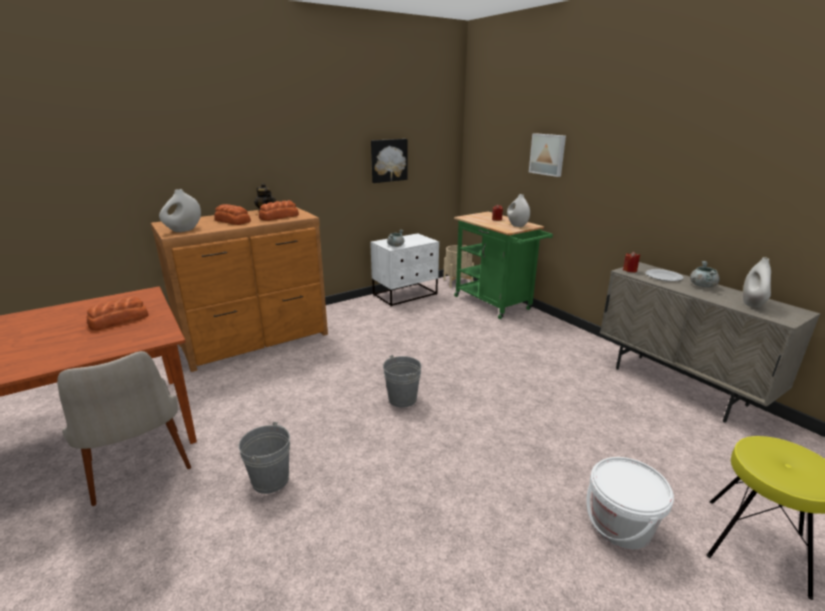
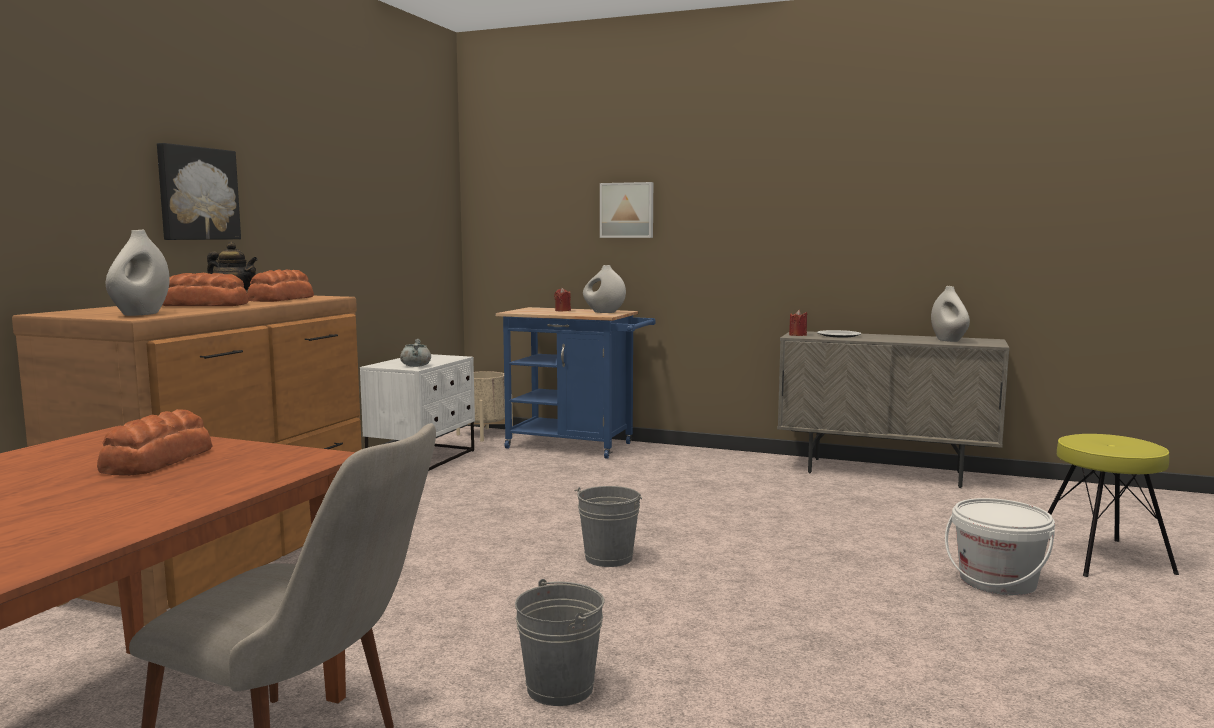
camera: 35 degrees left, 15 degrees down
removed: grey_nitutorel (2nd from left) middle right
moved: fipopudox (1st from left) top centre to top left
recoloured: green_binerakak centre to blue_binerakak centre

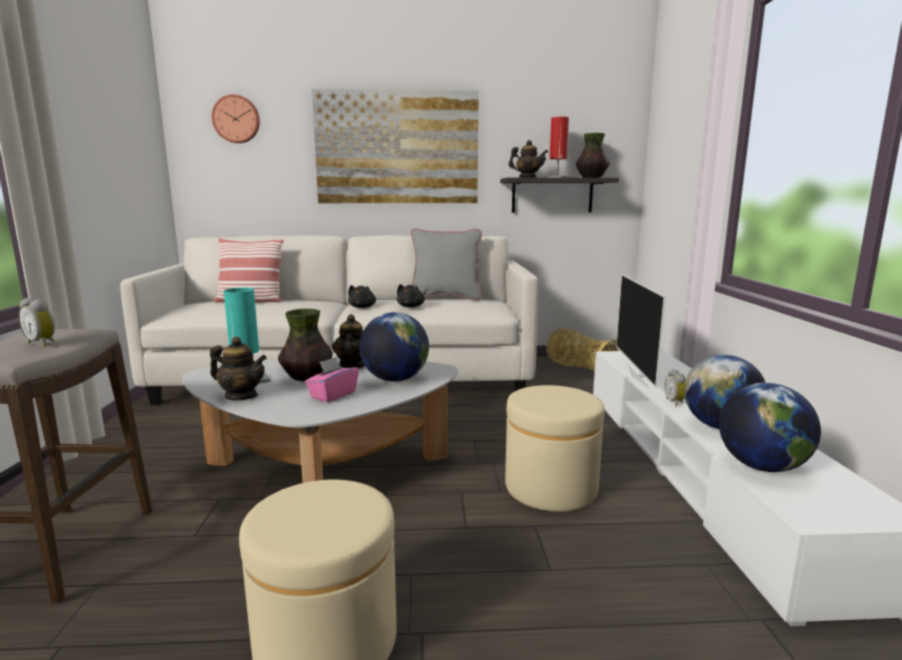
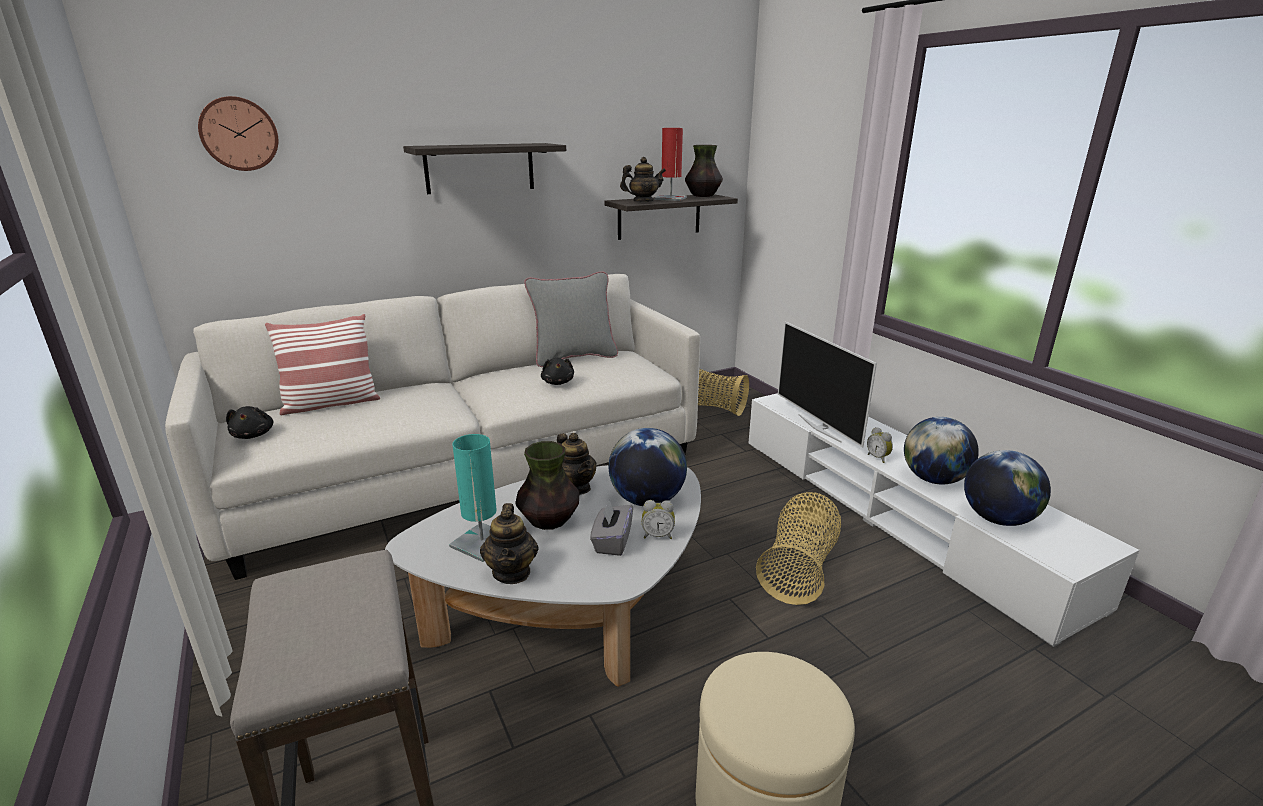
camera: 25 degrees left, 10 degrees up
moved: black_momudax (1st from left) centre to middle left; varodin (1st from left) middle left to centre
replaced: fipopudox top centre to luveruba (1st from left) top centre; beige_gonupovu (2nd from left) bottom centre to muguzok (2nd from left) bottom centre
recoloured: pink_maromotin centre to grey_maromotin centre
turned: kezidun (1st from left) middle left = bottom centre 90 degrees clockwise

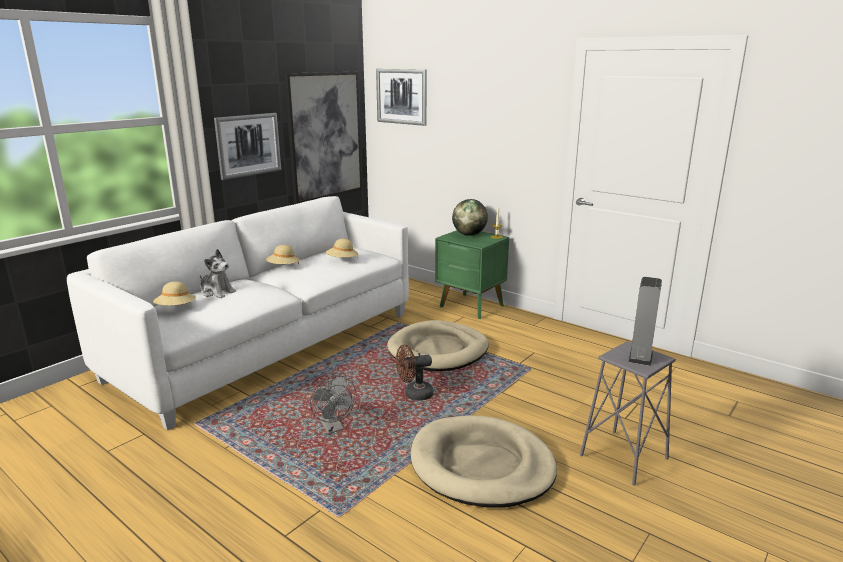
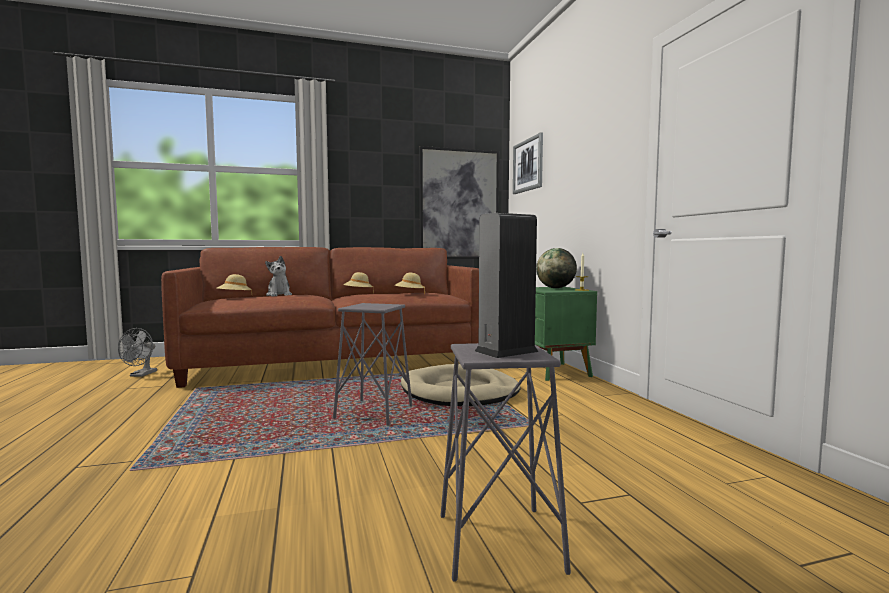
camera: 35 degrees right, 15 degrees down
removed: fipopudox (1st from left) top left; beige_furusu (2nd from left) bottom centre
moved: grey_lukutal bottom centre to middle left
replaced: brown_lukutal centre to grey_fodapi (1st from left) centre
recoloured: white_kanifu middle left to brown_kanifu centre

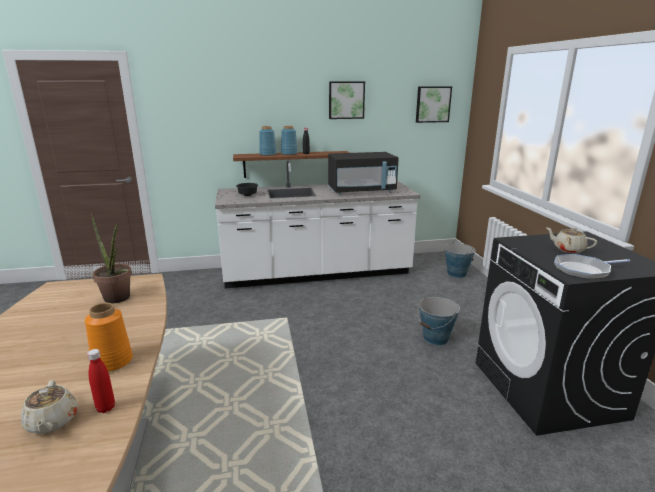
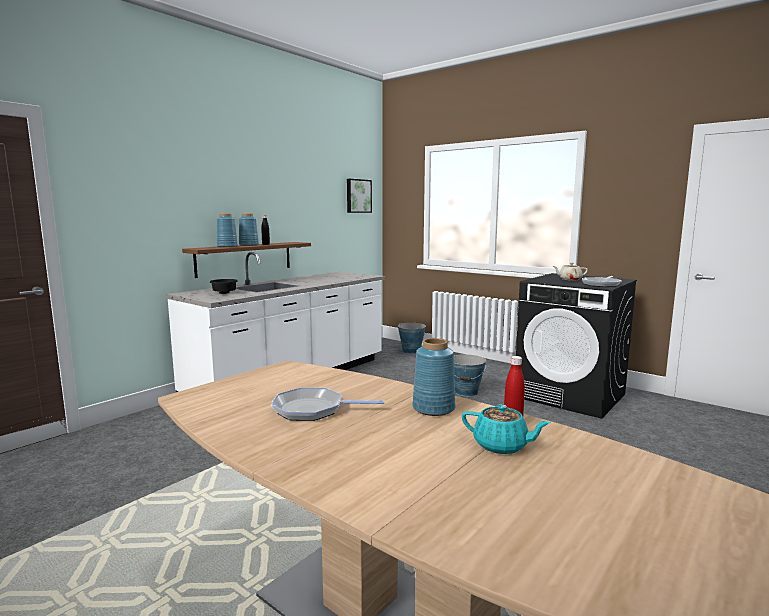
camera: 40 degrees left, 10 degrees down
removed: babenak middle left; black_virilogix centre; fipopudox (1st from left) top centre
added: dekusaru (1st from left) centre
recoloured: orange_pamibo bottom left to blue_pamibo (3rd from left) centre; beige_kezidun (1st from left) bottom left to turquoise_kezidun bottom centre

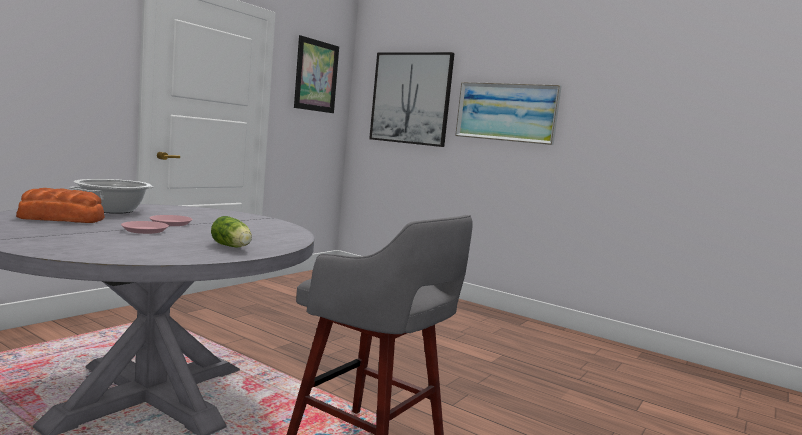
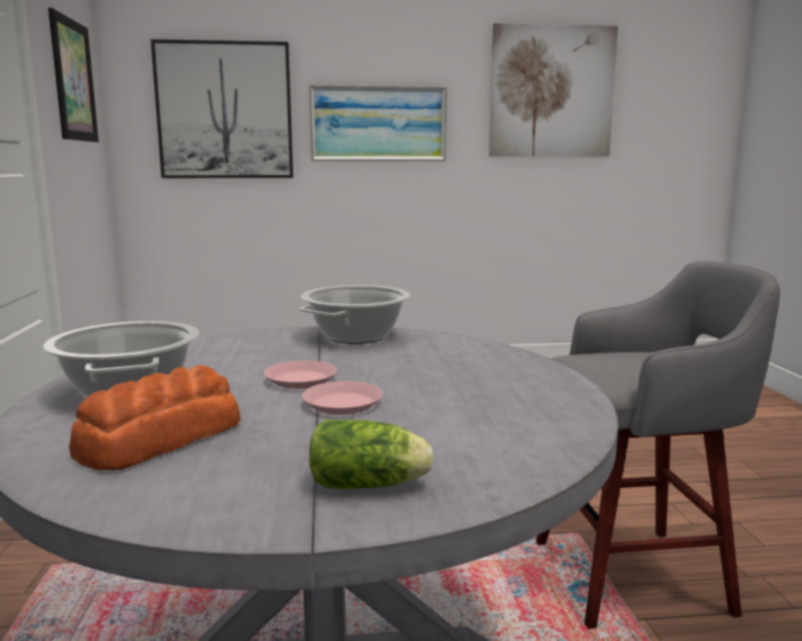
camera: 40 degrees left, 5 degrees up
added: nitutorel (2nd from left) centre; fipopudox (4th from left) top right
moved: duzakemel middle left to bottom centre

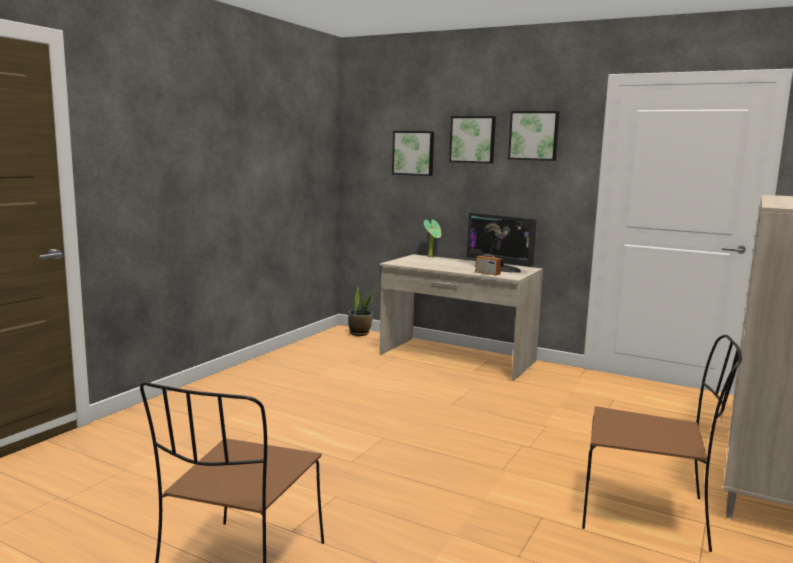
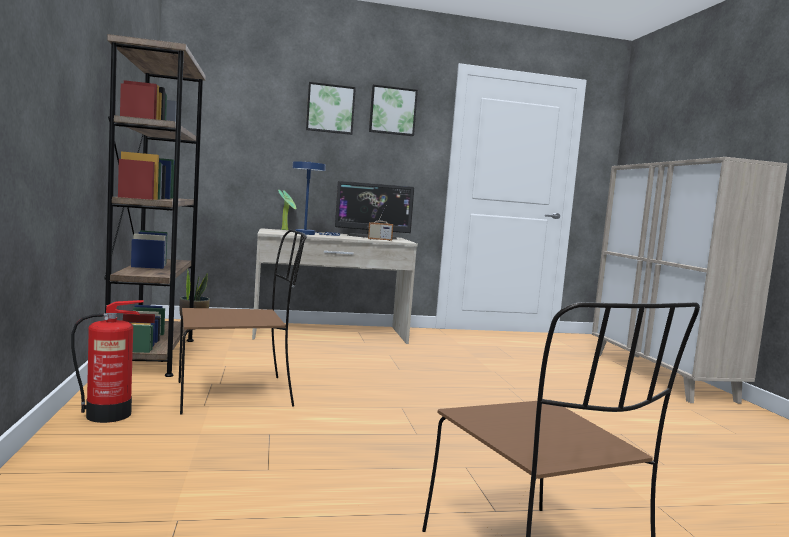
camera: 40 degrees left, 5 degrees down
removed: fipopudox (1st from left) top centre
added: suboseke bottom left; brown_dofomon middle left; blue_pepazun centre
moved: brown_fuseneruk (2nd from left in the first image) bottom right to brown_fuseneruk (1st from left) middle left

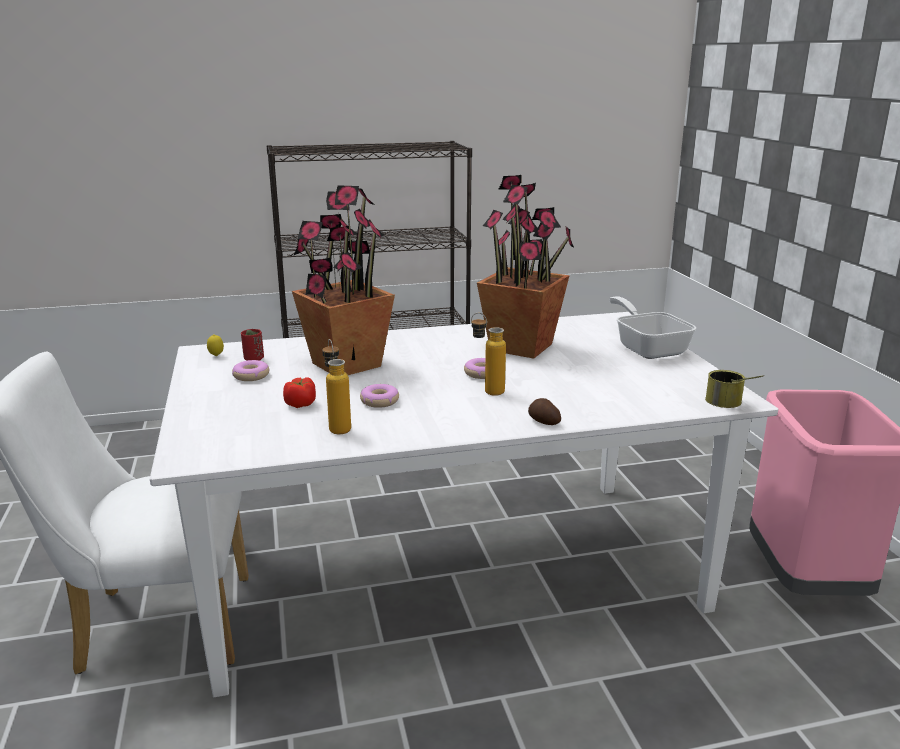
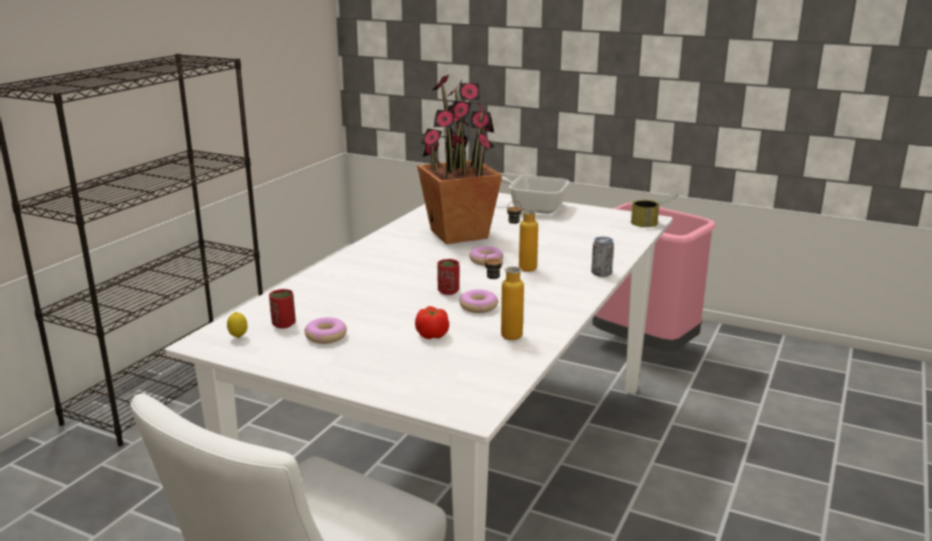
camera: 50 degrees left, 0 degrees up
removed: babenak (1st from left) centre
added: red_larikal (2nd from left) centre
replaced: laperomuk centre to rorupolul (1st from left) centre

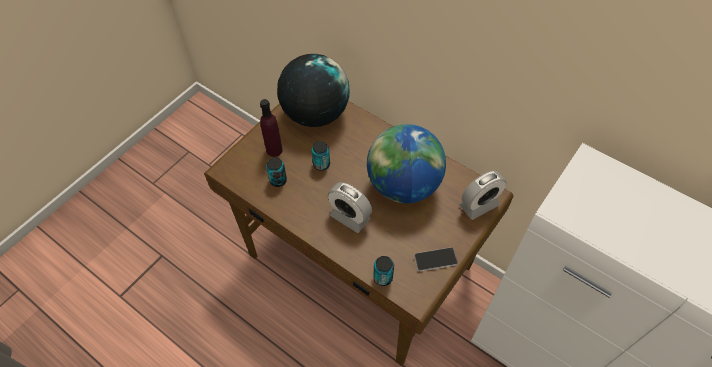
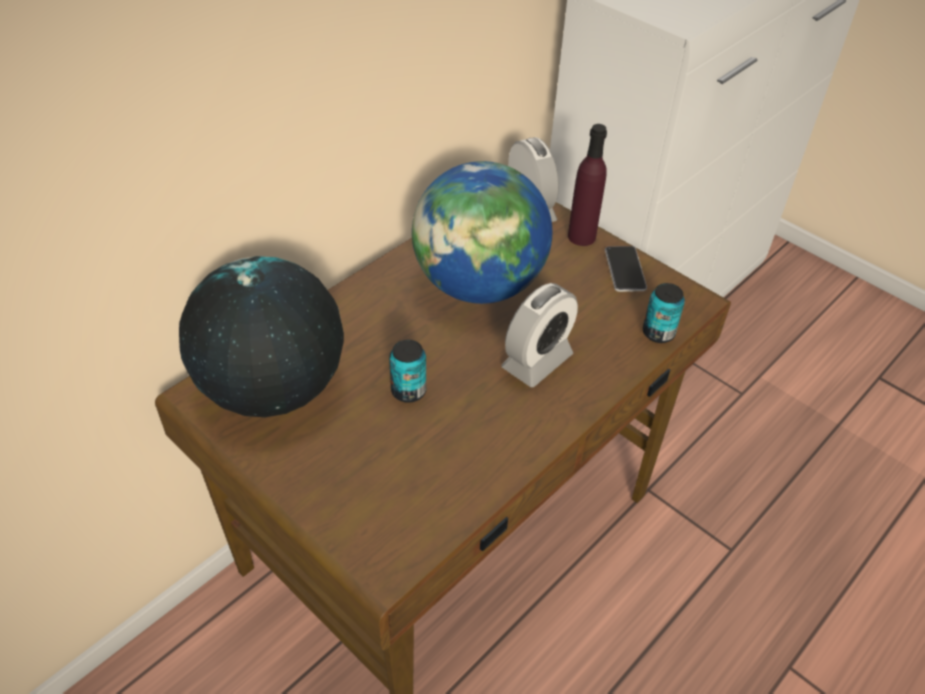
camera: 85 degrees left, 10 degrees down
removed: rorupolul (1st from left) centre
moved: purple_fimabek centre to top centre

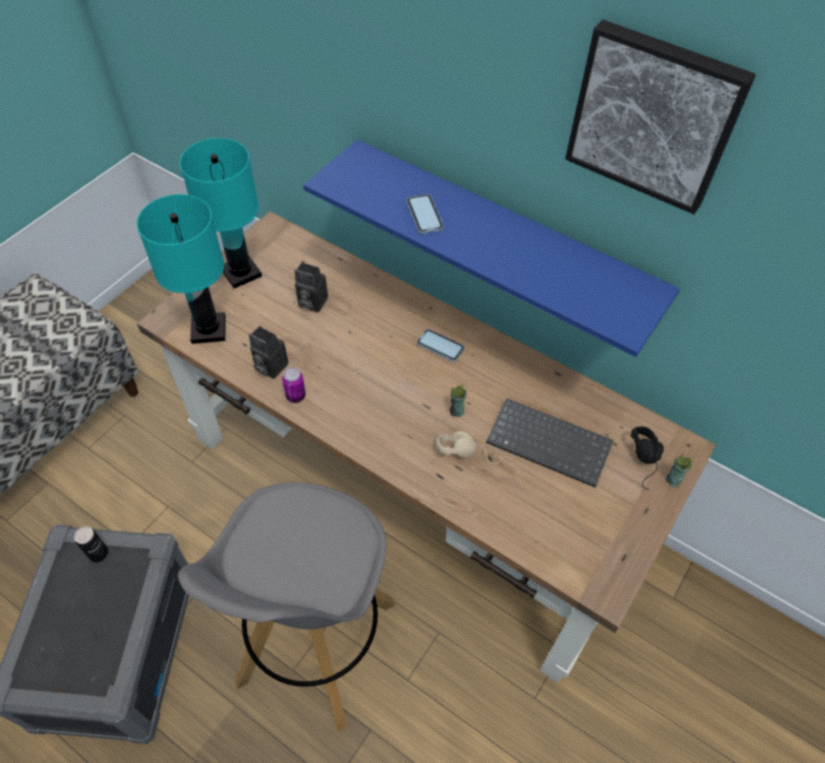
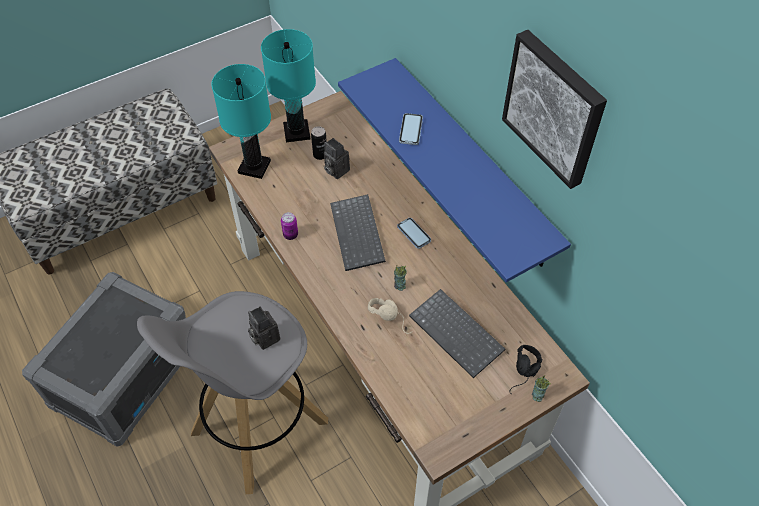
camera: 25 degrees right, 0 degrees up
added: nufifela (1st from left) centre
moved: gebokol (1st from left) middle left to centre; rorupolul (1st from left in the first image) bottom left to rorupolul (2nd from left) top centre

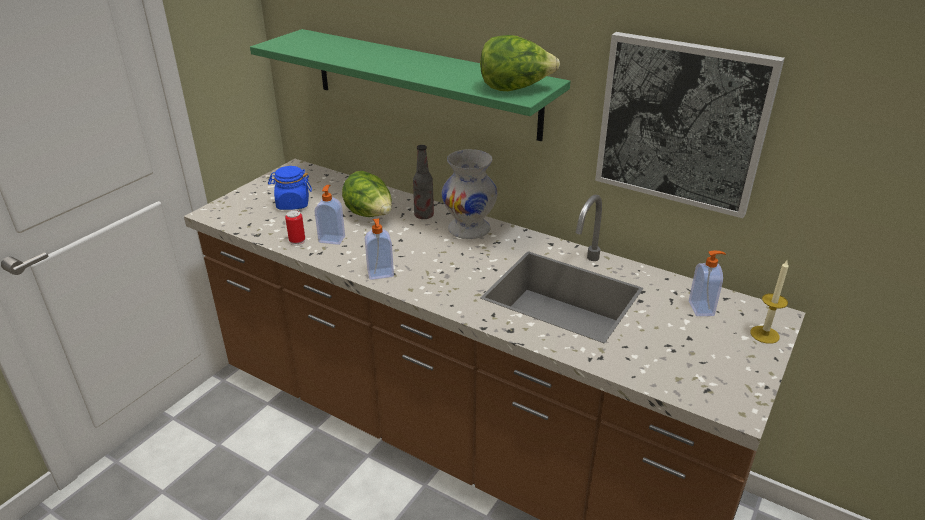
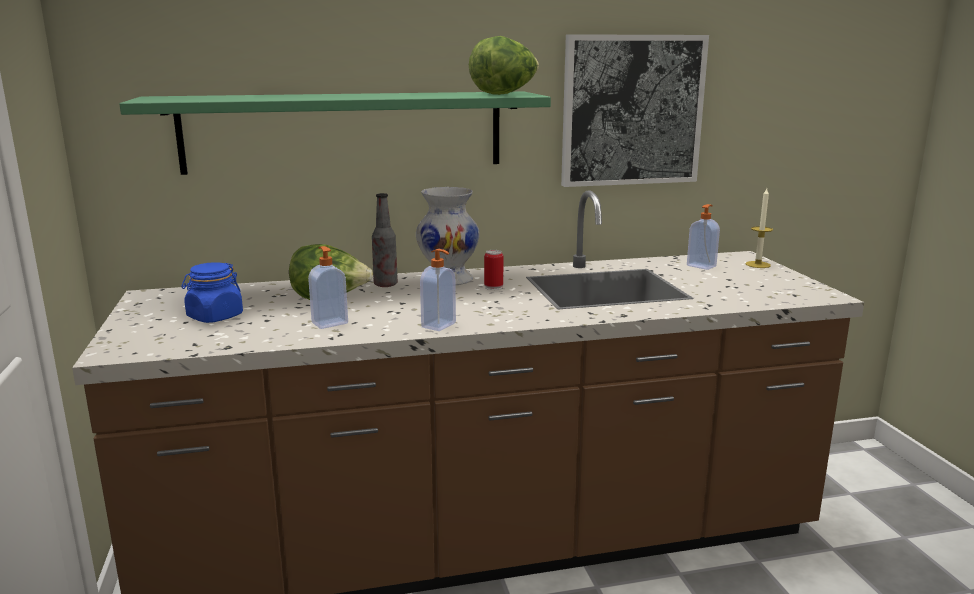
camera: 45 degrees left, 15 degrees down
moved: rorupolul middle left to centre

